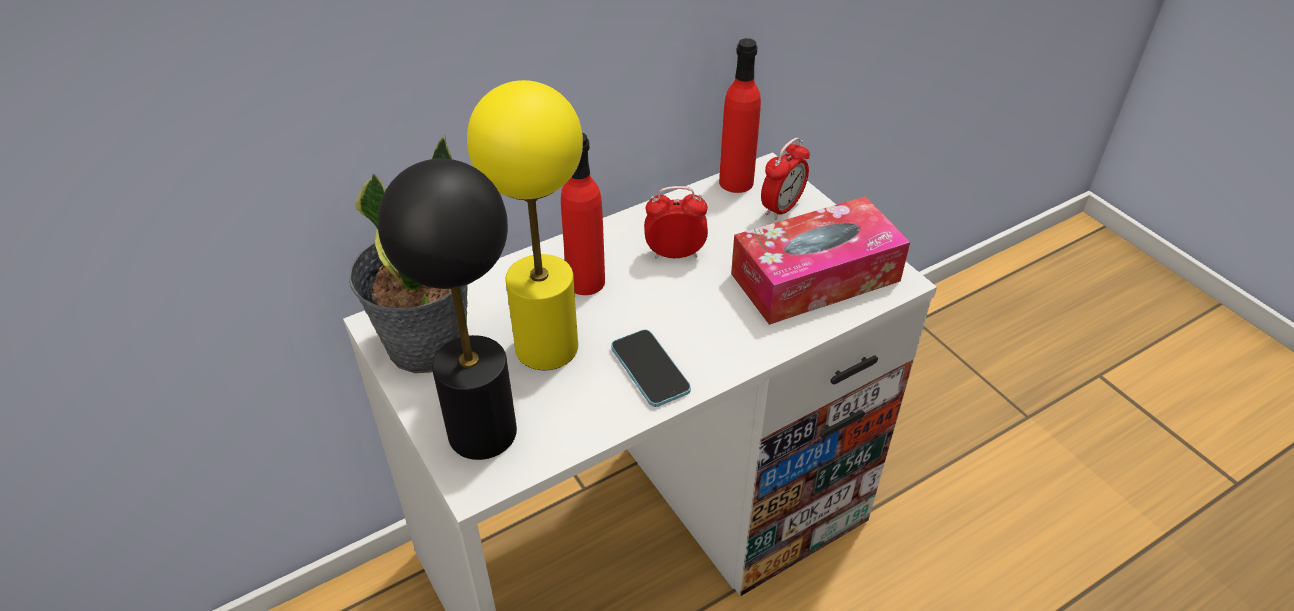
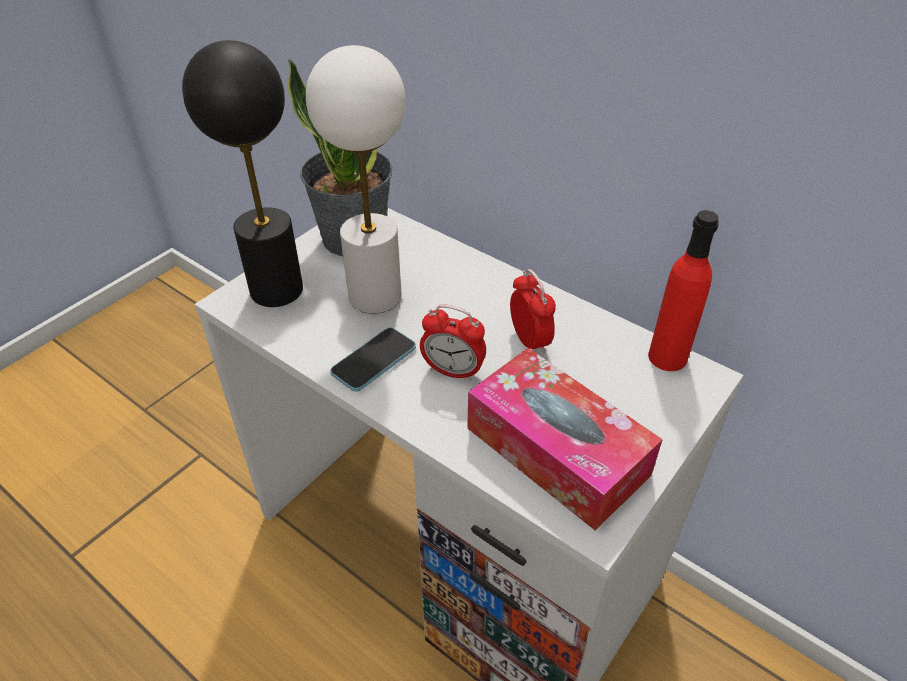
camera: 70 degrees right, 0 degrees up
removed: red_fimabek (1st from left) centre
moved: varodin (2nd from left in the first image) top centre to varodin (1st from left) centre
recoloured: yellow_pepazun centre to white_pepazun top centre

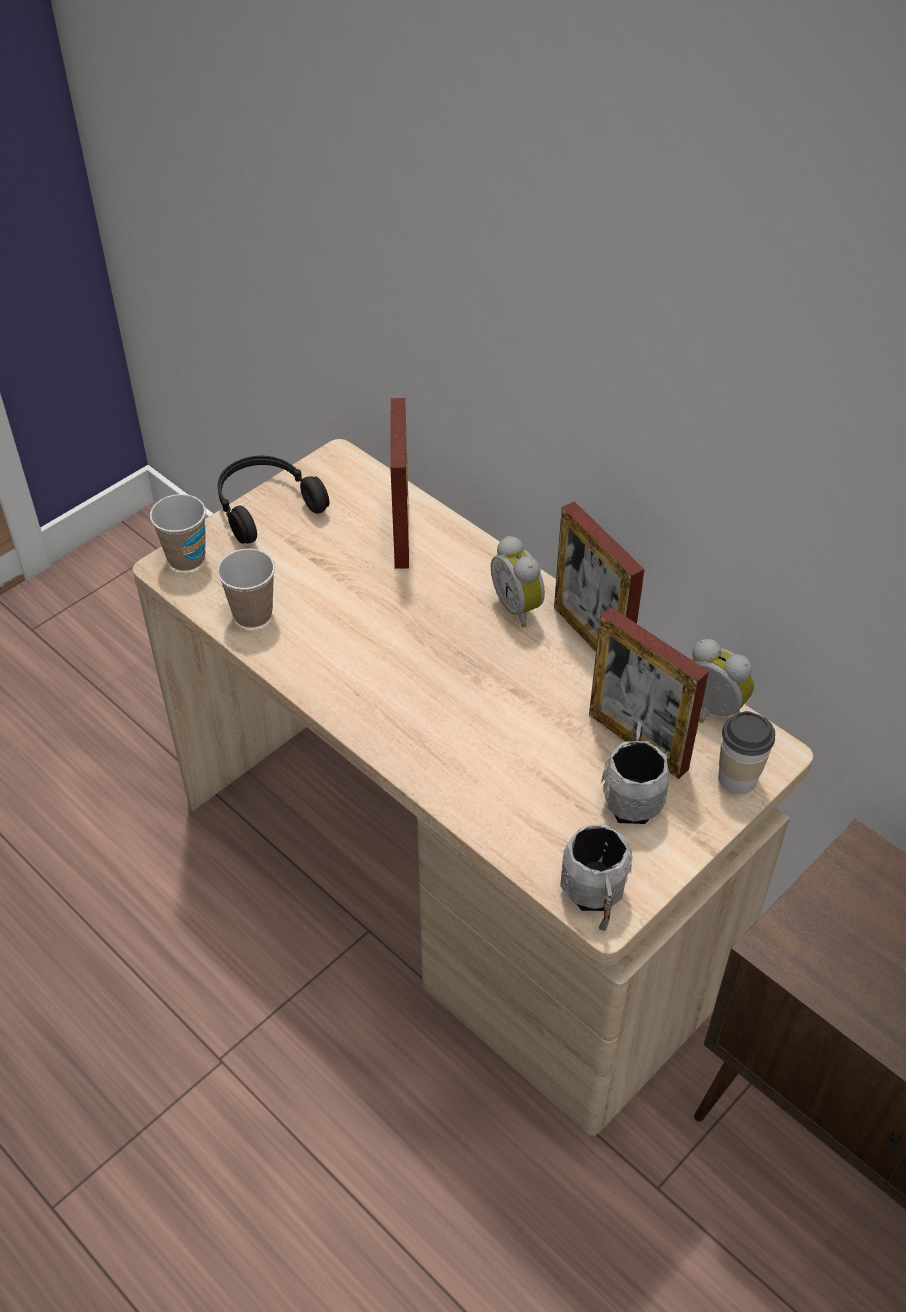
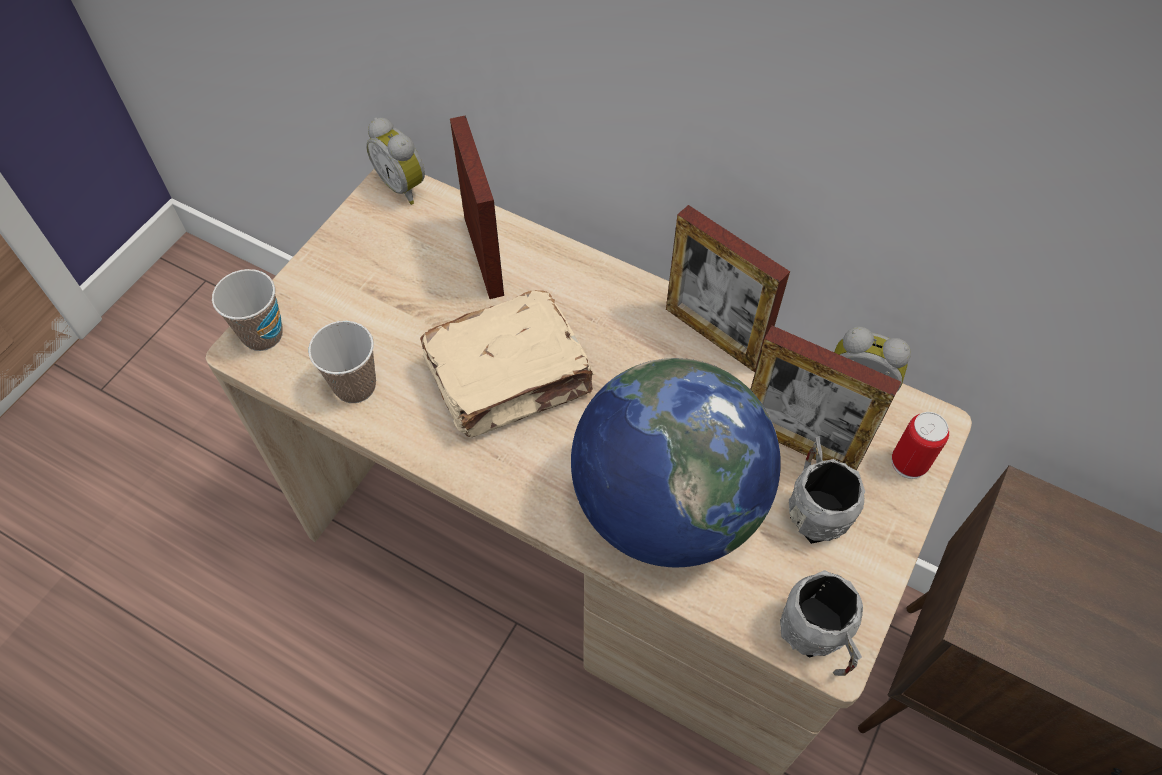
camera: 15 degrees left, 10 degrees up
removed: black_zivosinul middle left
added: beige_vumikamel centre; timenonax centre
moved: varodin (1st from left) centre to top centre
replaced: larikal (3rd from left) middle right to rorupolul middle right

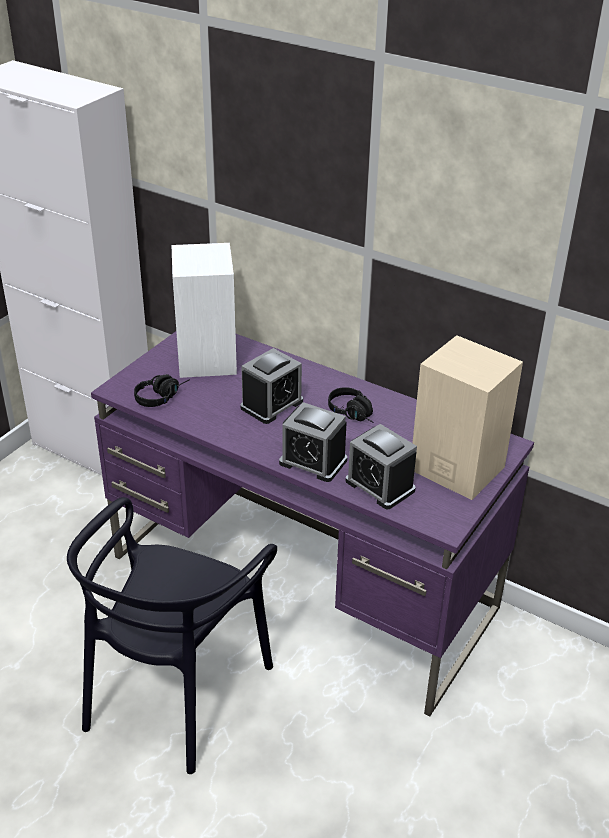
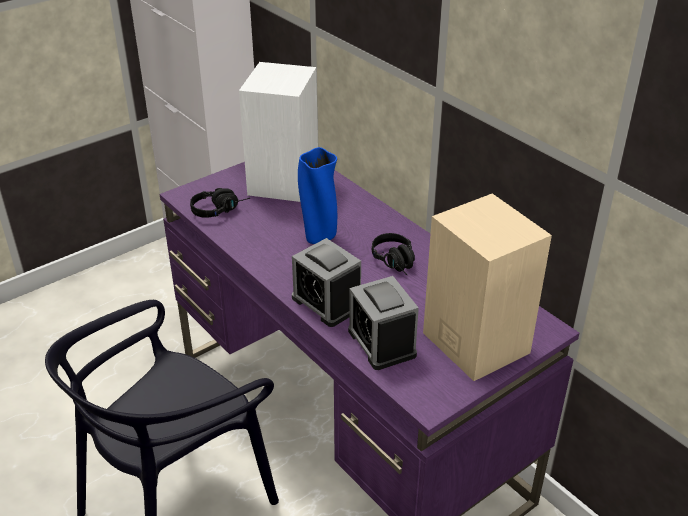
camera: 20 degrees right, 0 degrees up
replaced: varodin (1st from left) centre to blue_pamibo centre

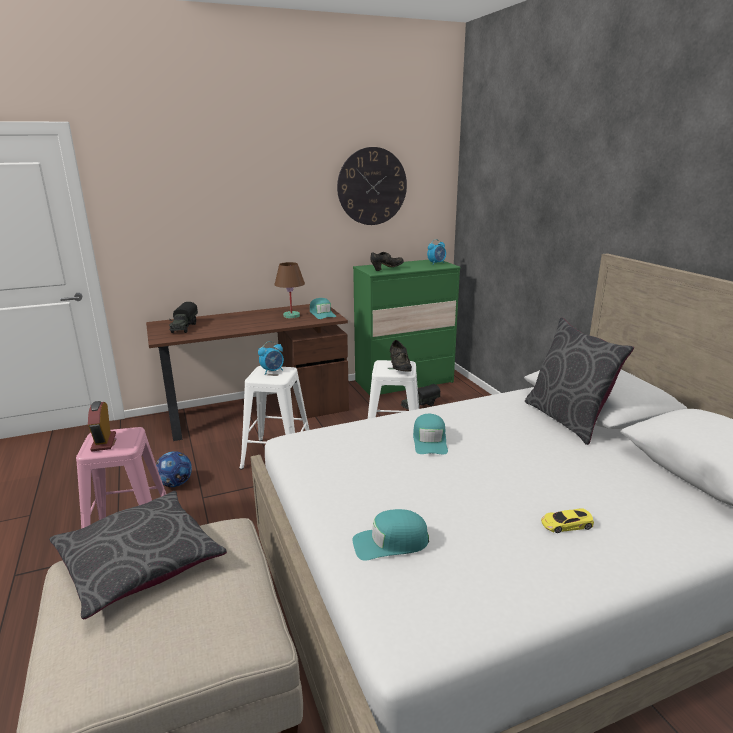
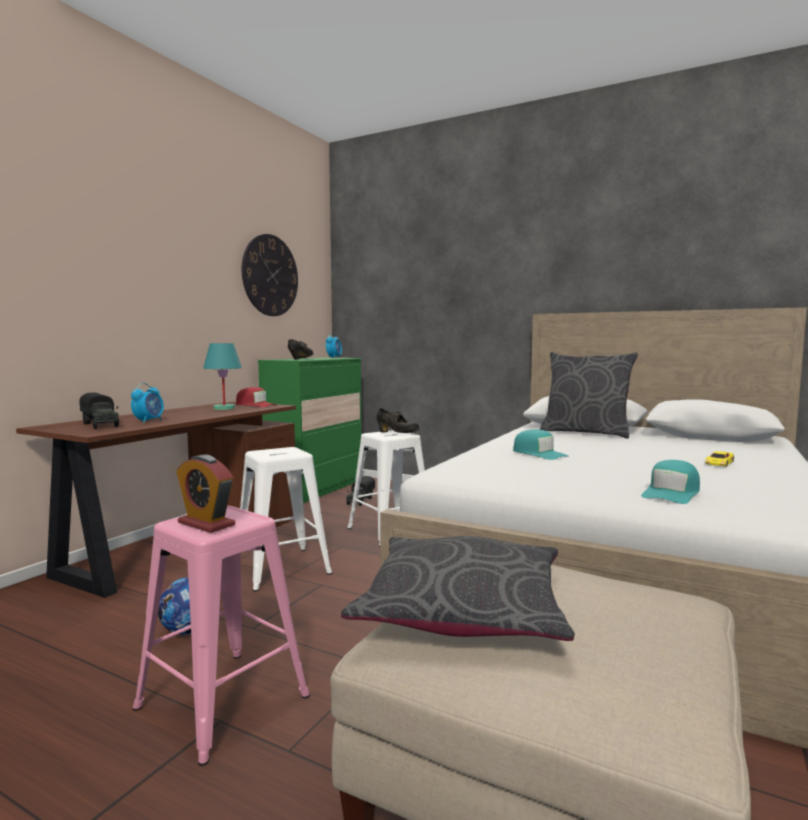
camera: 40 degrees left, 15 degrees down
moved: varodin (2nd from left in the first image) centre to varodin (1st from left) middle left
recoloured: brown_pepazun centre to turquoise_pepazun middle left; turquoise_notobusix (1st from left) centre to red_notobusix middle left

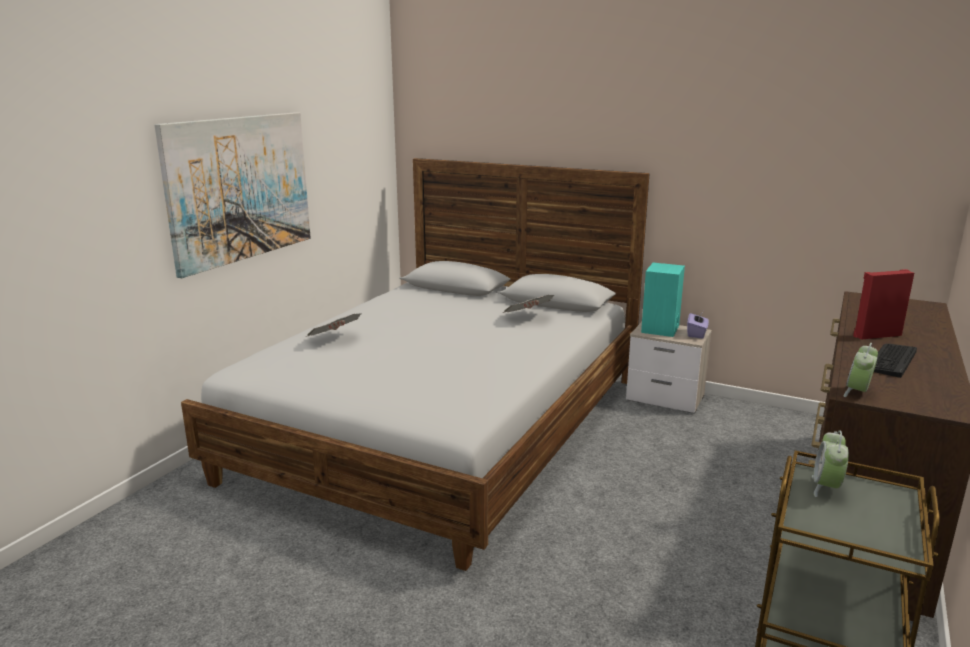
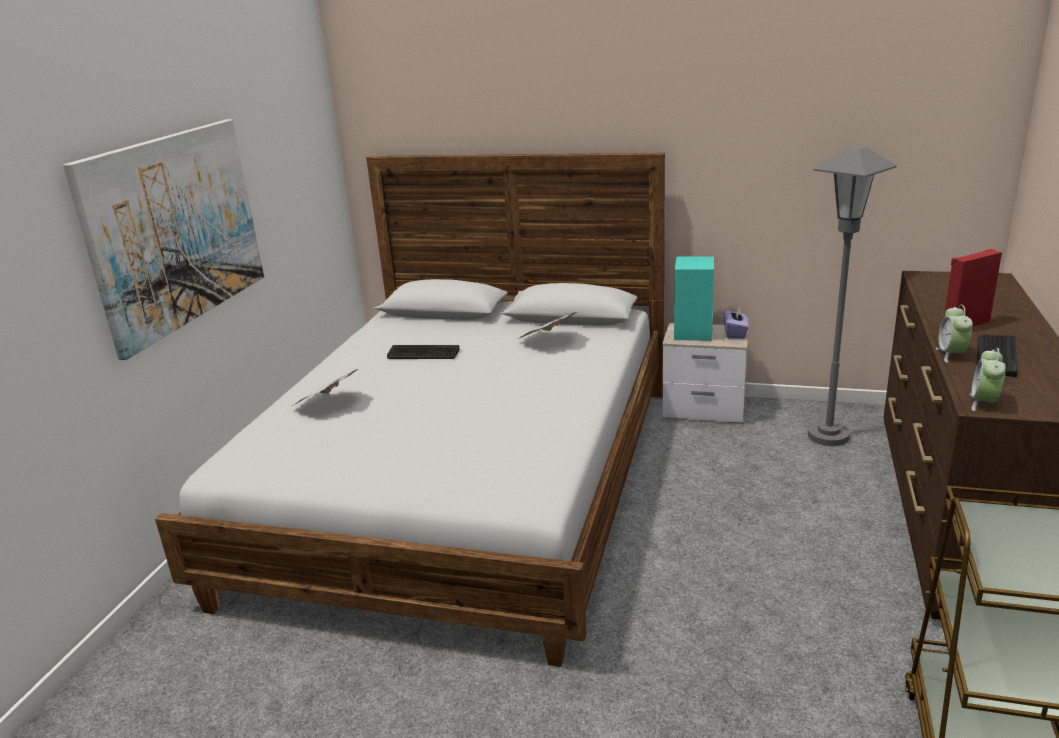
camera: 10 degrees left, 5 degrees up
added: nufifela (1st from left) centre; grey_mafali middle right
moved: varodin (1st from left) bottom right to middle right

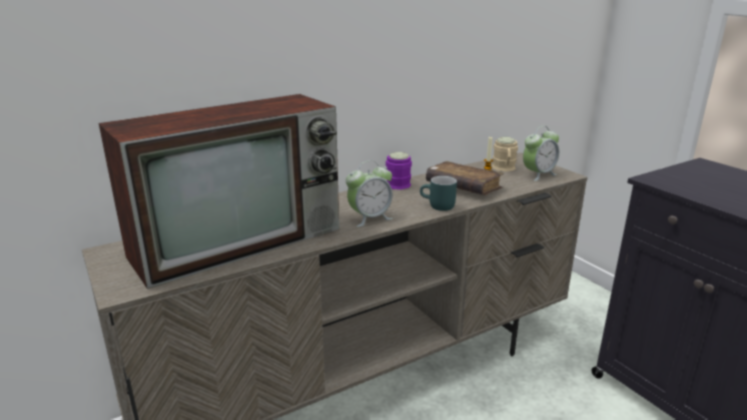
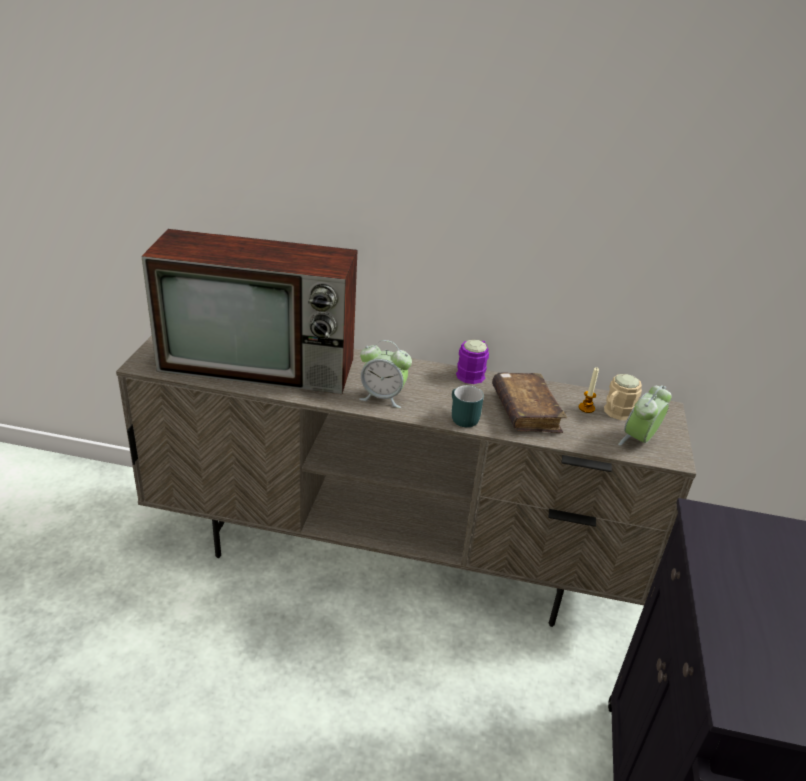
camera: 40 degrees right, 10 degrees up
turned: varodin (2nd from left) middle right = middle right 120 degrees clockwise

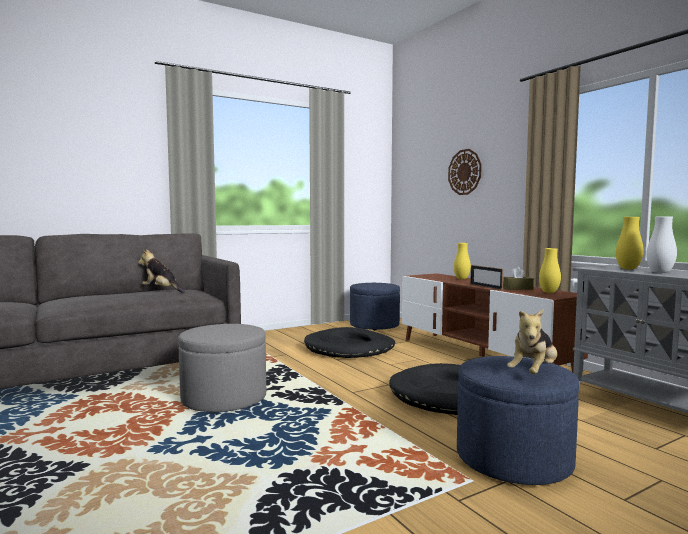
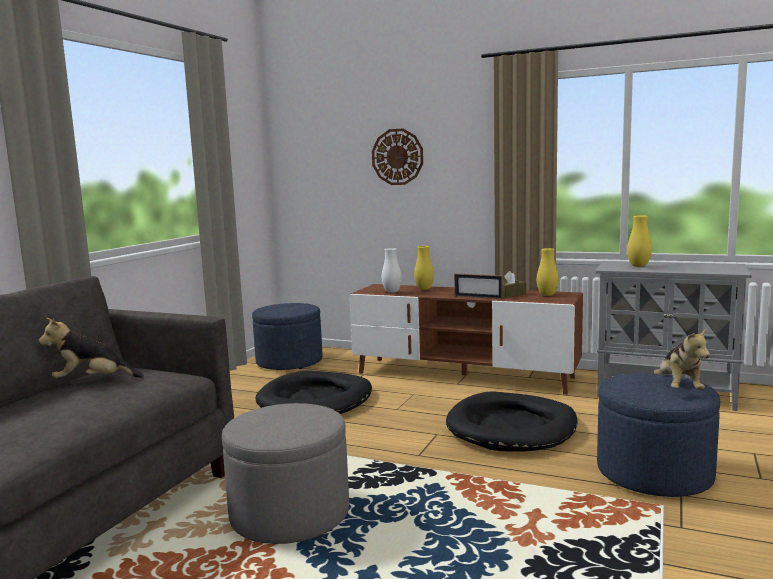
camera: 35 degrees left, 5 degrees up
moved: white_pamibo middle right to centre

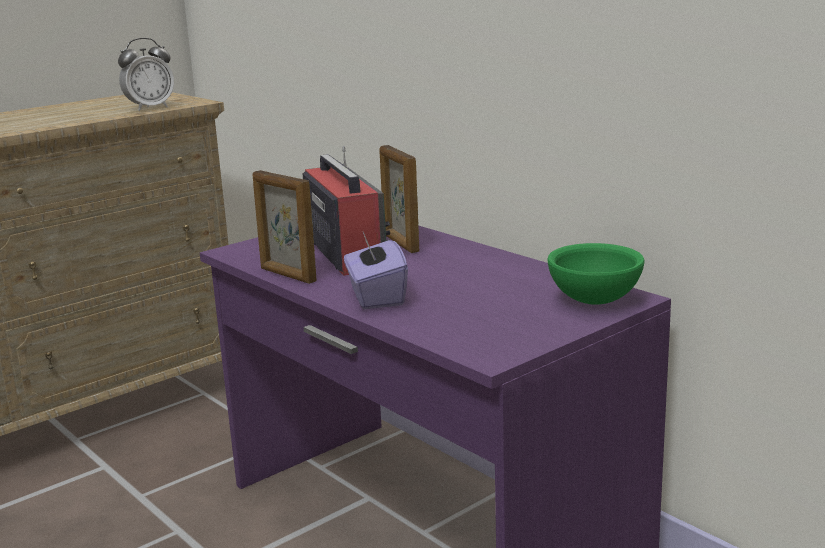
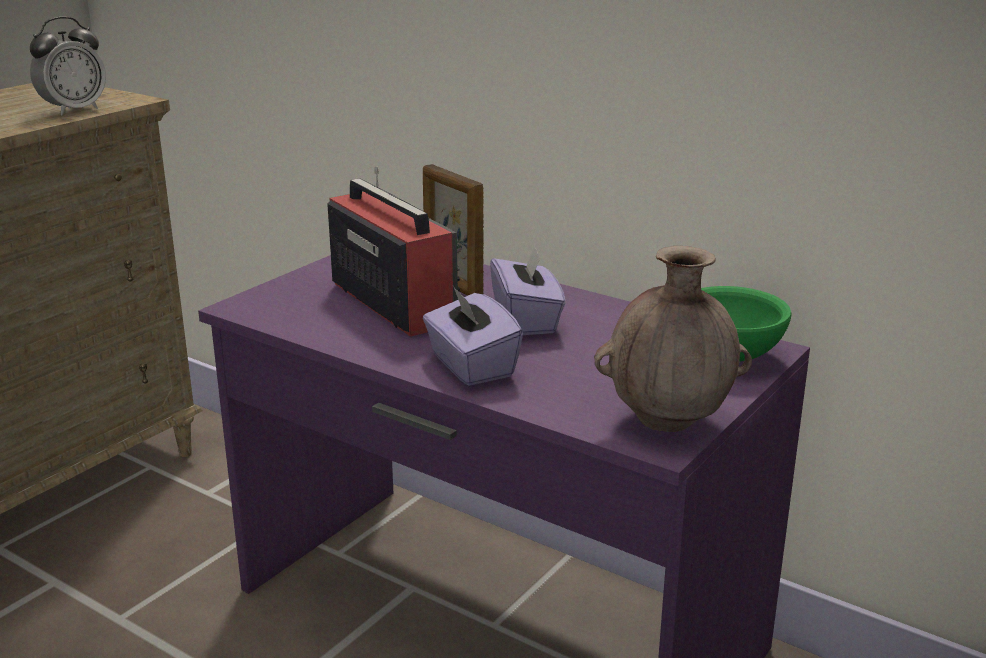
camera: 15 degrees left, 5 degrees up
removed: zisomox (1st from left) centre
added: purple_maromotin (2nd from left) centre; brown_pamibo middle right

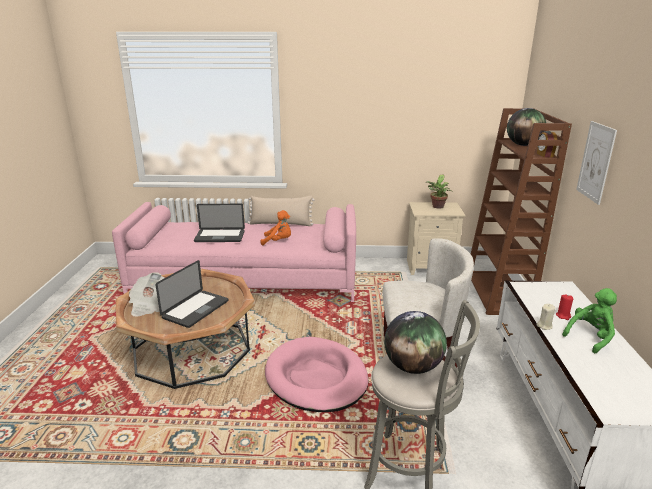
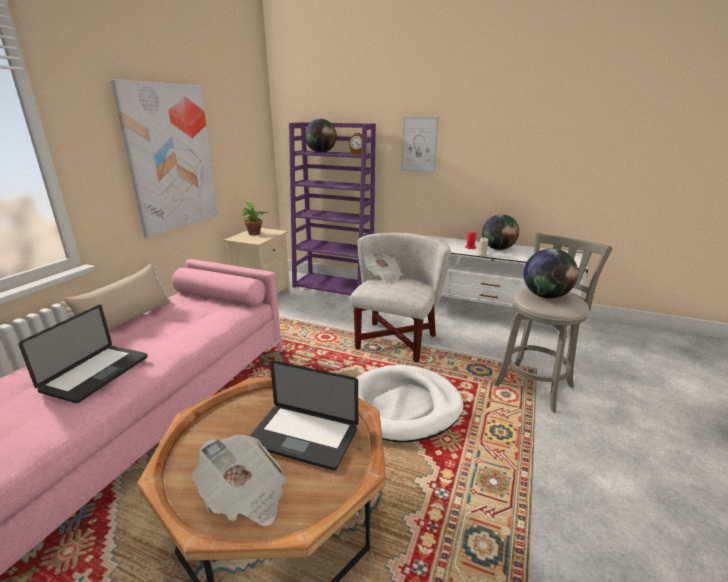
camera: 70 degrees left, 0 degrees up
removed: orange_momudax centre
added: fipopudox (1st from left) top left; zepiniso (2nd from left) centre
replaced: green_momudax middle right to timenonax (2nd from left) middle right
recoloured: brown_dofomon middle right to purple_dofomon centre; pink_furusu bottom centre to white_furusu bottom centre
turned: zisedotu (1st from left in the first image) middle left = bottom centre 150 degrees clockwise

